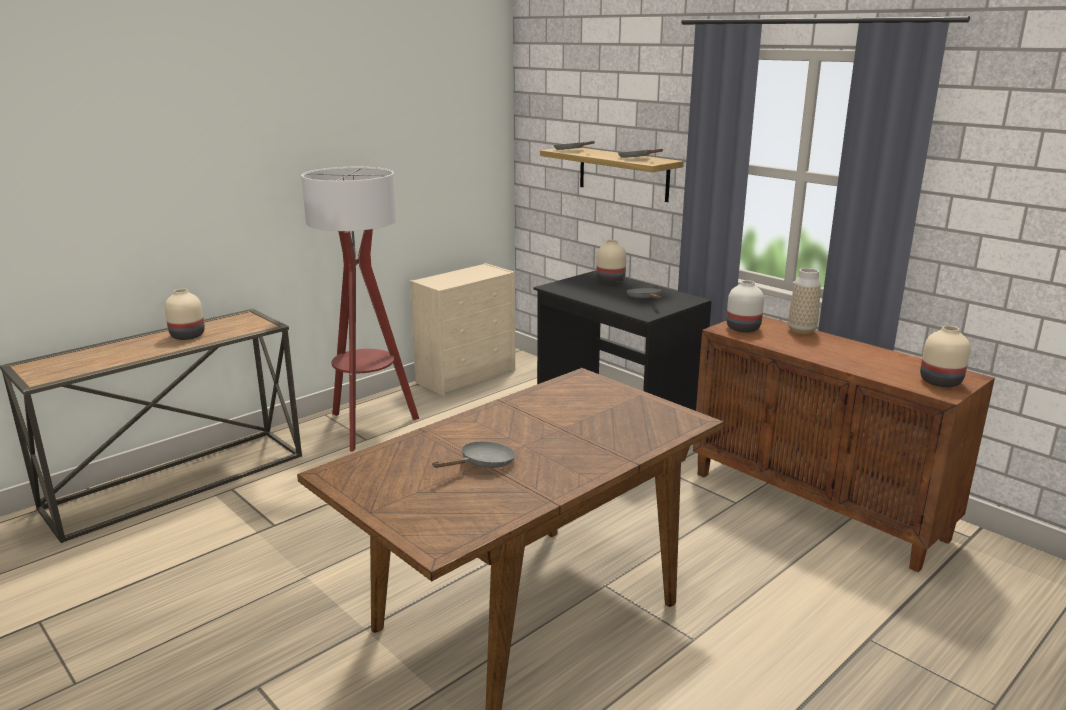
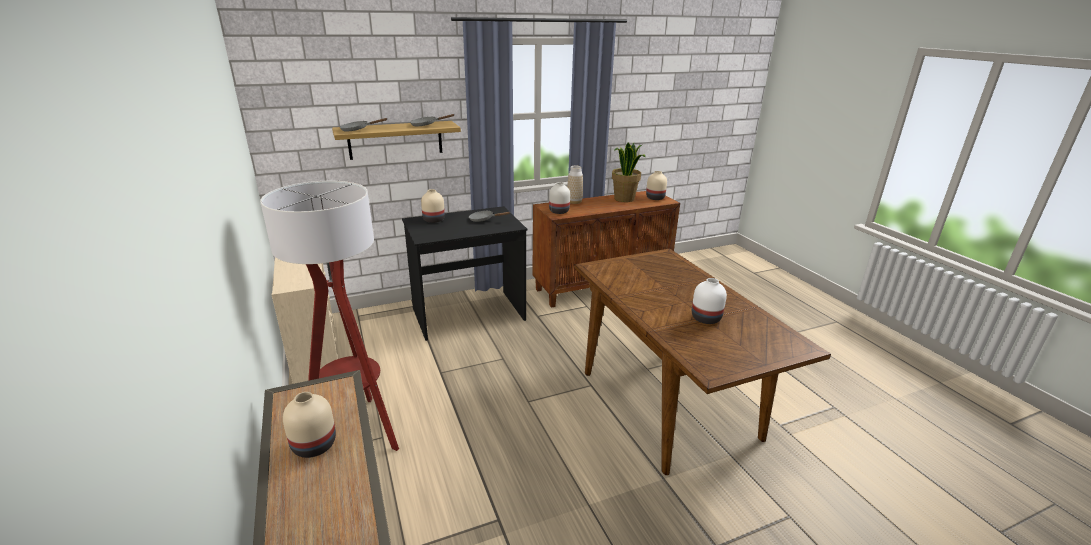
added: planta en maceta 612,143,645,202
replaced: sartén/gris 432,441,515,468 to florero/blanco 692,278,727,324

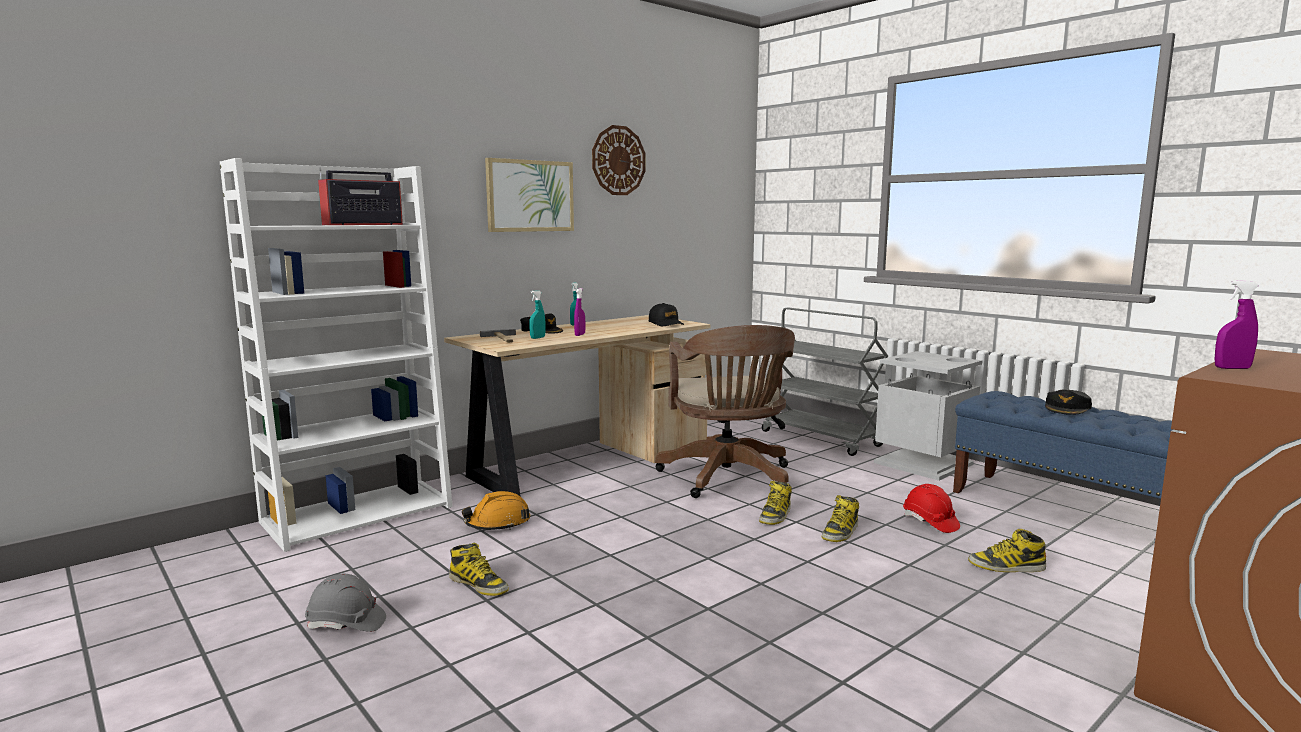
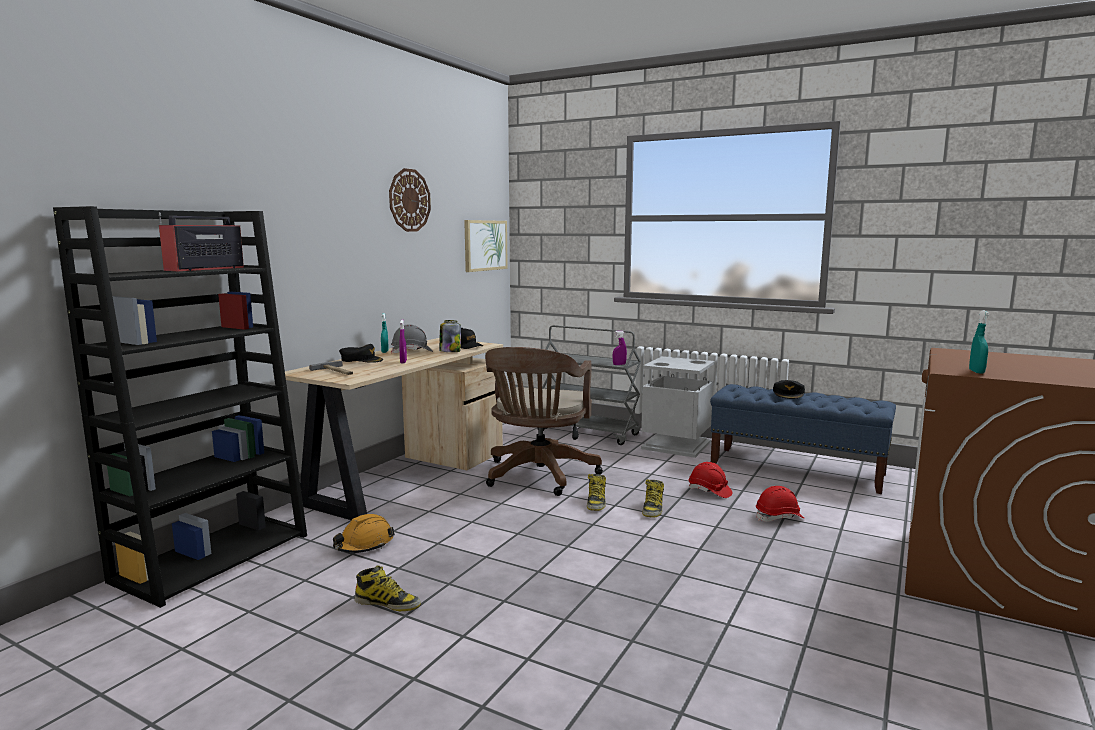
added: tarro 439,320,461,352
moved: casco/gris 305,574,386,632 to 391,324,433,353; cuadro 485,158,574,232 to 464,220,508,272; pulverizador/morado 1214,281,1259,369 to 613,331,627,365; pulverizador/turquesa 529,290,545,339 to 969,310,990,374
replaced: bota 968,529,1046,572 to casco/rojo 756,486,804,522
recoloured: estantería/blanco 220,158,453,552 to estantería/negro 53,206,307,608
turned: silla de oficina/marrón 655,325,795,498 = 485,347,603,496 45 degrees clockwise

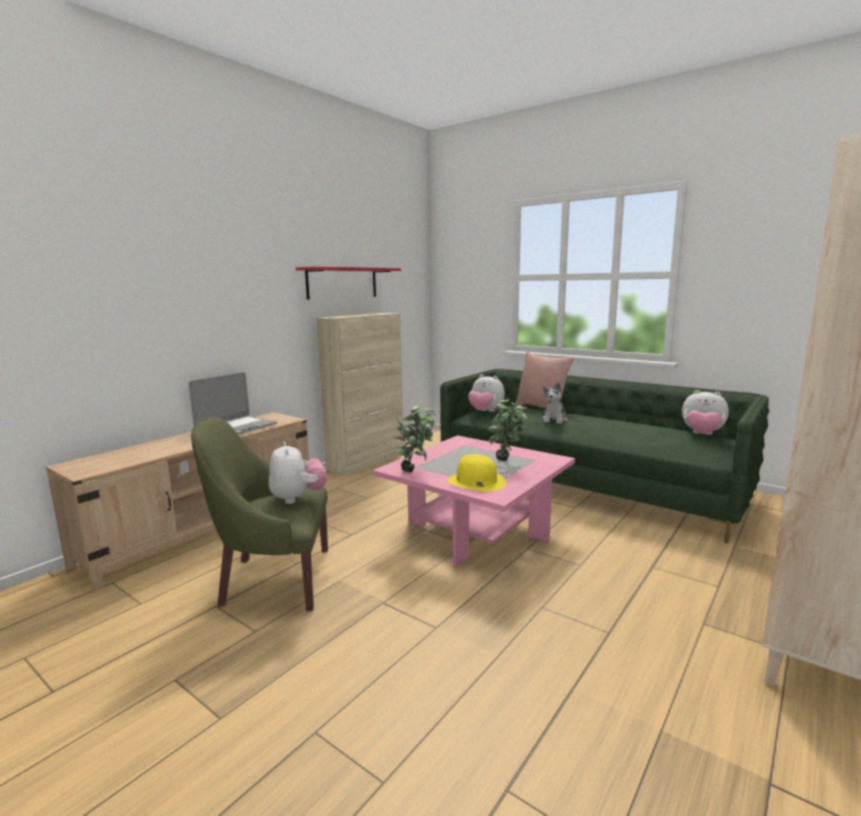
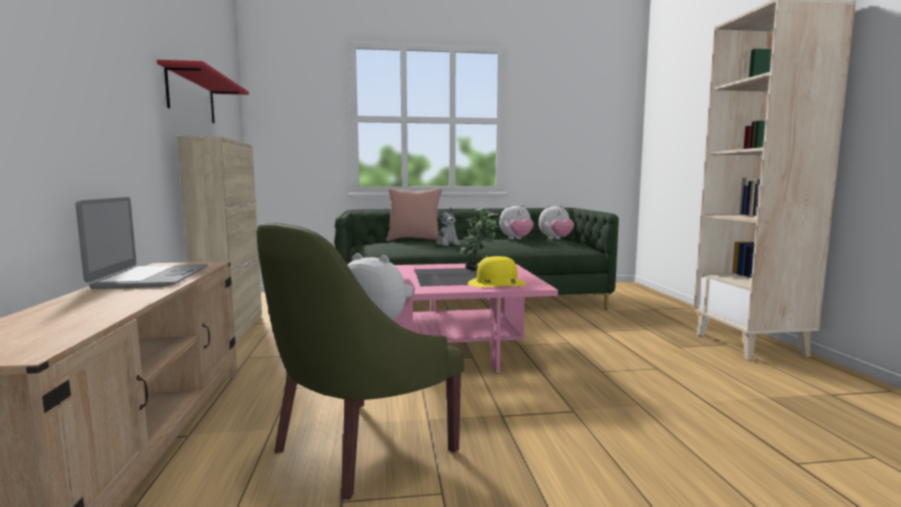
removed: planta en maceta 393,405,437,472
moved: peluche 468,375,505,412 to 499,204,534,239

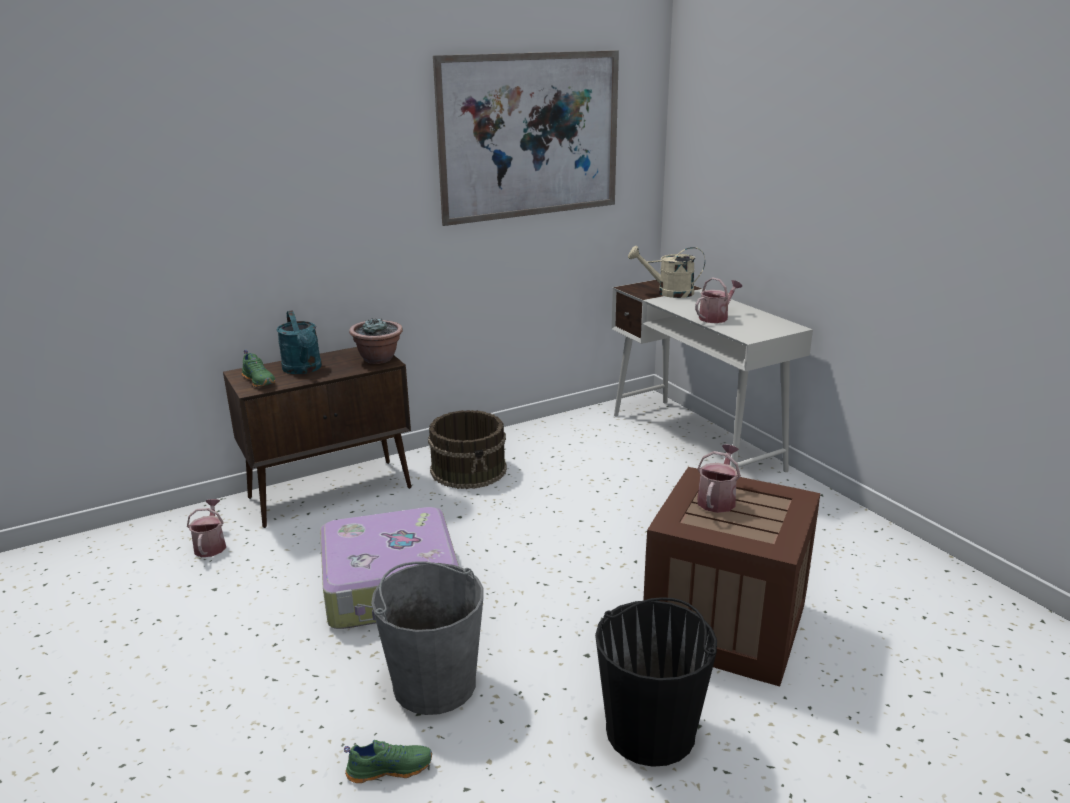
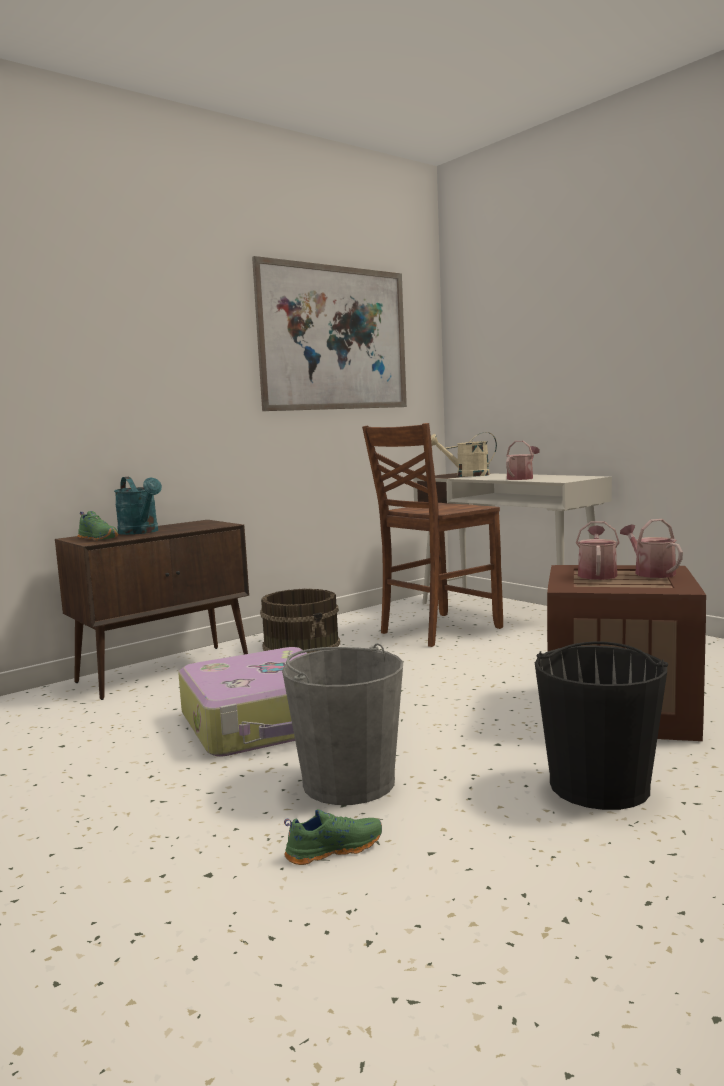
removed: planta en maceta 349,318,403,364
added: silla/marrón 362,423,503,647
moved: regadera 187,499,226,557 to 620,519,683,578

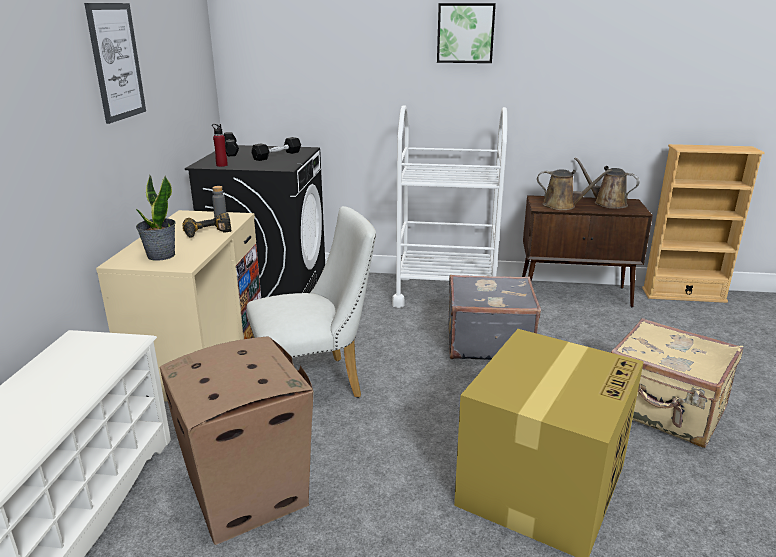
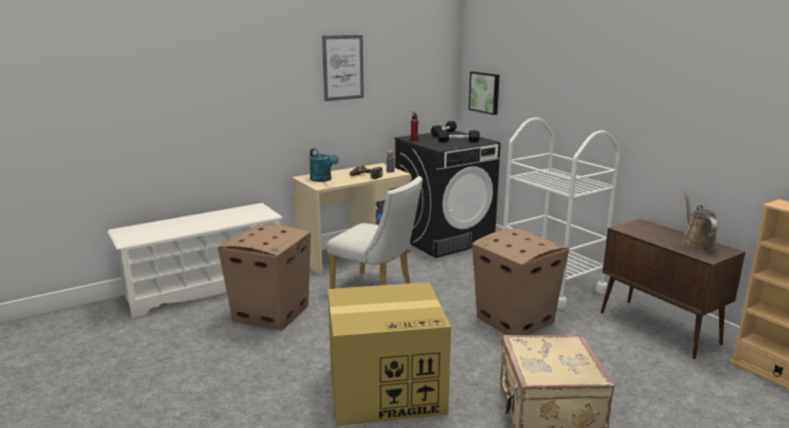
removed: regadera/marrón 537,170,612,210
moved: cuadro 437,3,496,63 to 469,71,500,115
replaced: planta en maceta 136,174,175,261 to regadera/turquesa 309,148,339,182; maleta/gris 448,275,541,360 to caja de cartón 472,228,569,335

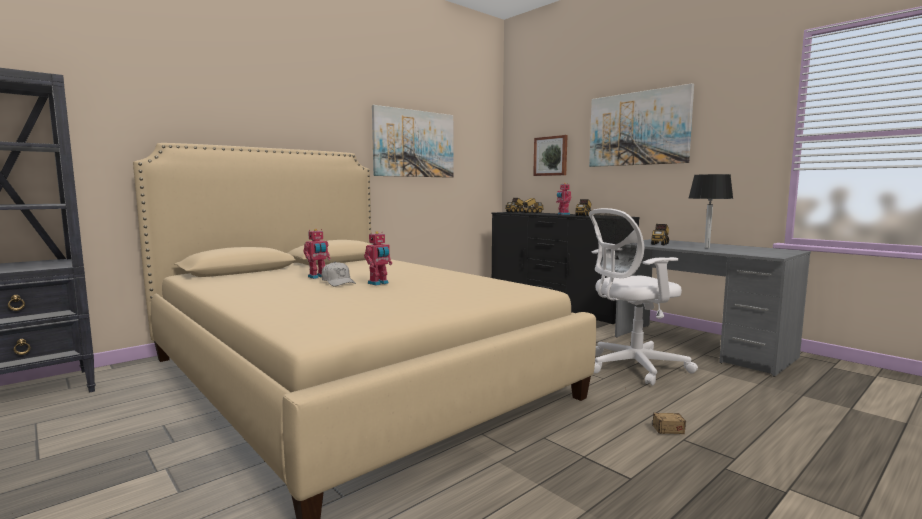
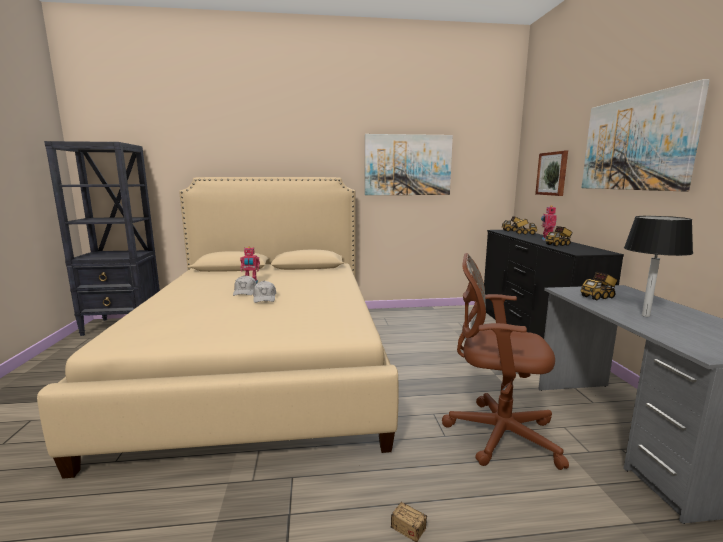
replaced: robot de juguete 364,231,392,285 to gorra/blanco 253,281,276,303
recoloured: silla de oficina/blanco 589,208,698,386 to silla de oficina/marrón 442,253,569,470

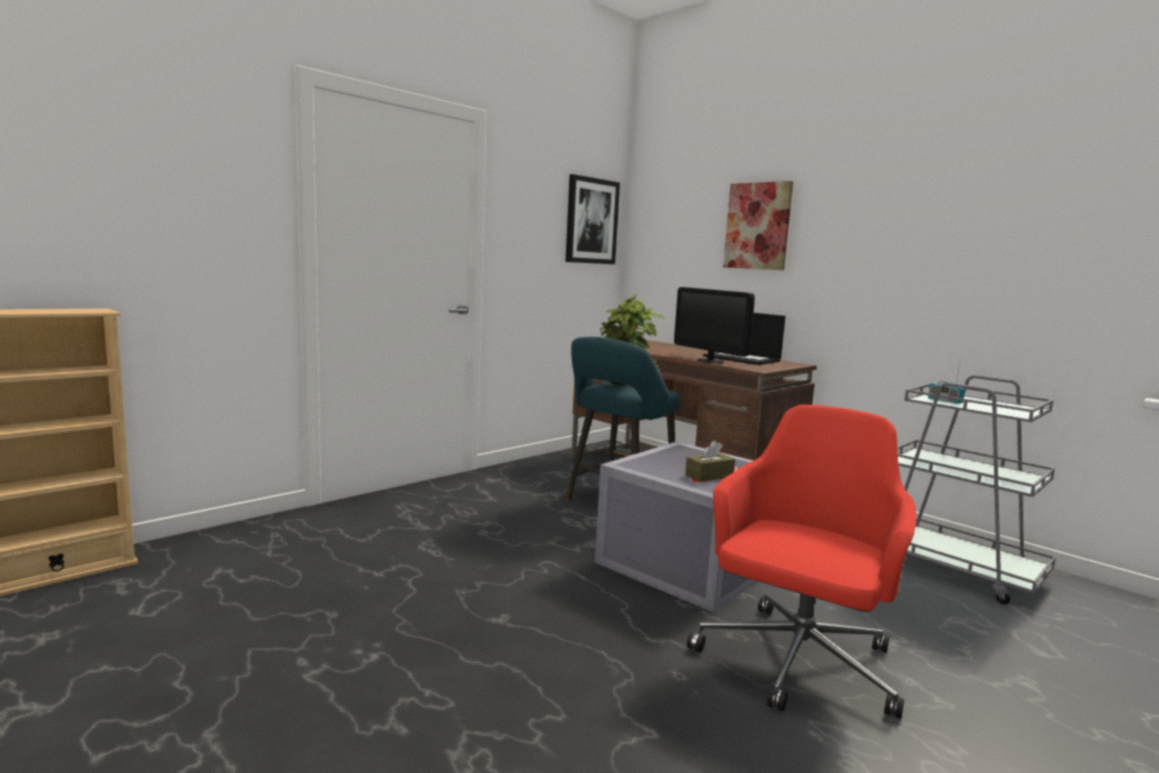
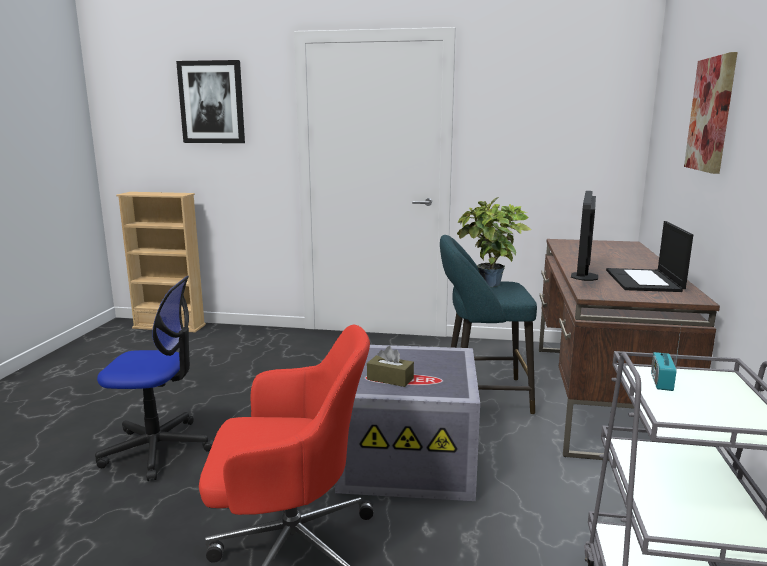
added: silla de oficina 95,276,213,481
moved: cuadro 566,174,620,264 to 176,60,245,143

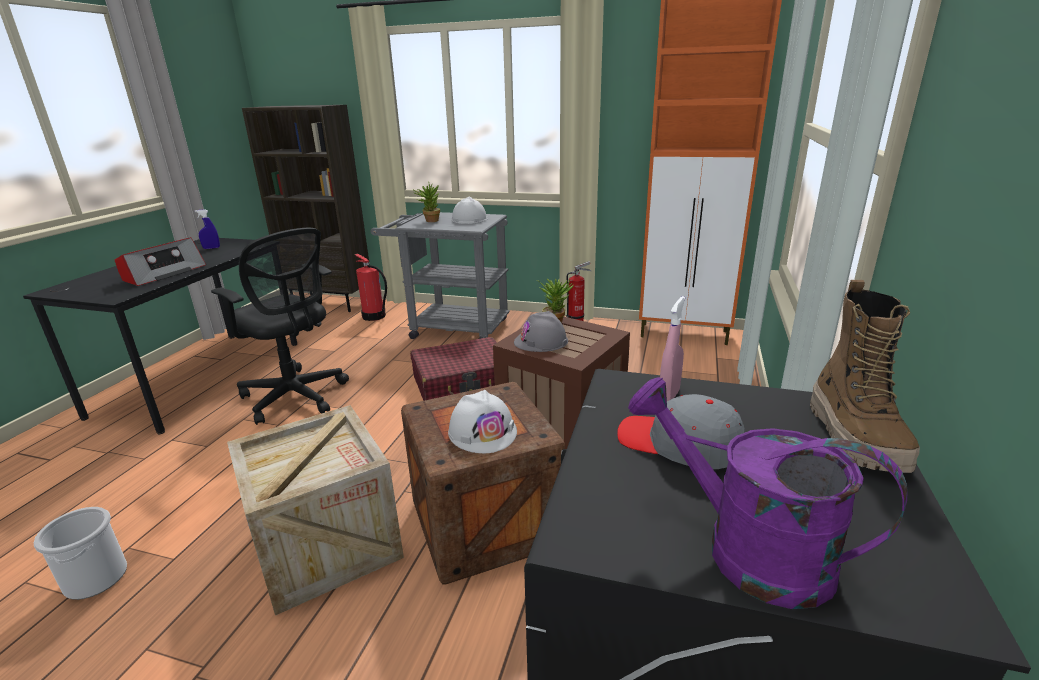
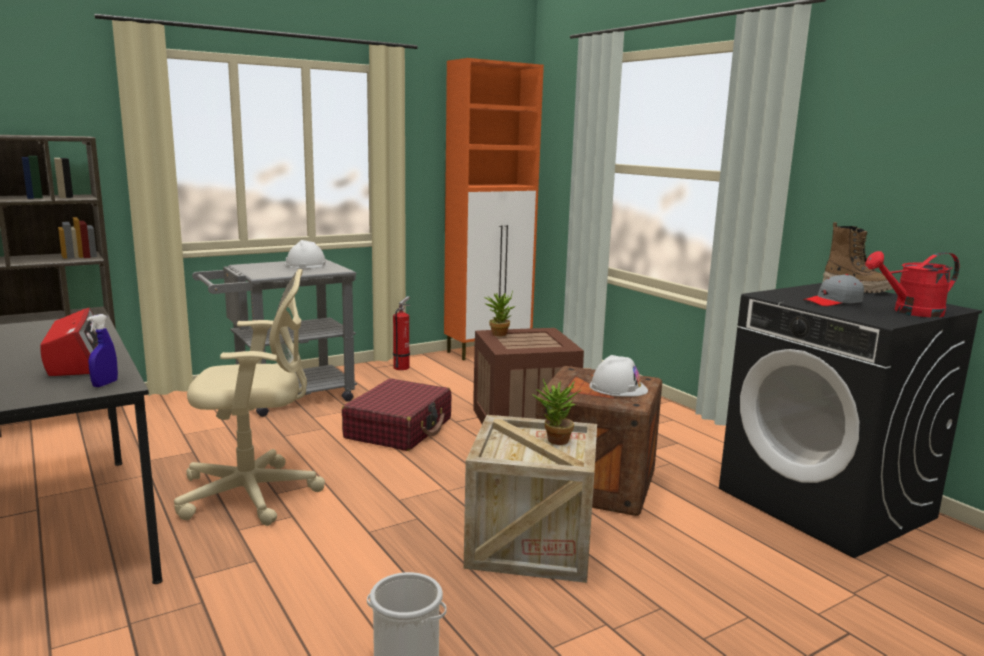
removed: extintor 355,253,387,321; casco/gris 514,311,568,352; pulverizador/rosa 660,296,685,401
moved: pulverizador/azul 195,209,220,249 to 87,314,118,387; planta en maceta 414,184,440,222 to 532,379,581,445
recoloured: silla de oficina/negro 211,228,349,425 to silla de oficina/beis 174,269,325,526; regadera/morado 628,377,908,609 to regadera/rojo 865,251,959,317

